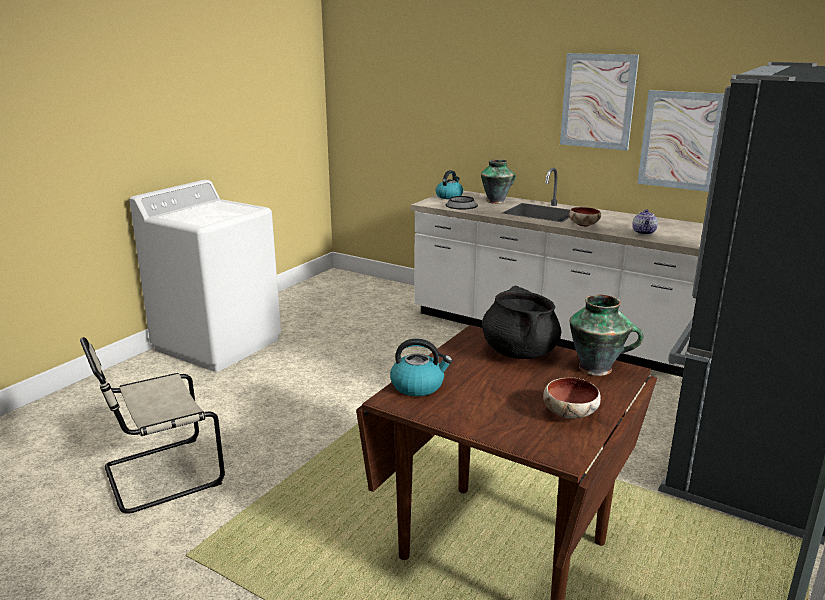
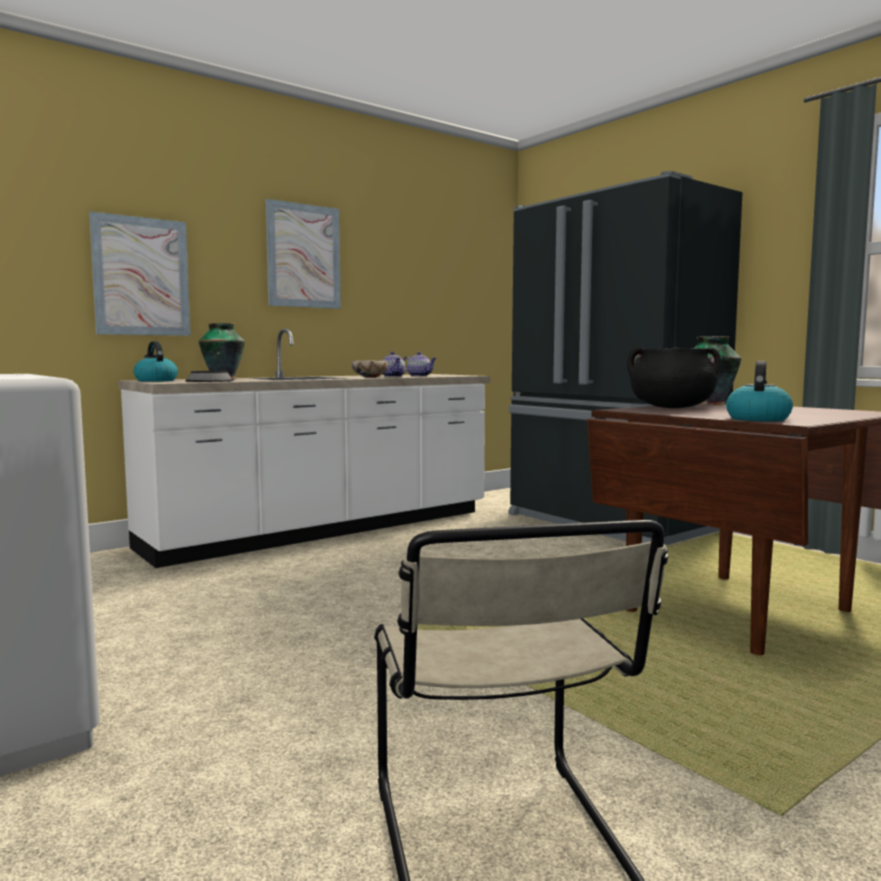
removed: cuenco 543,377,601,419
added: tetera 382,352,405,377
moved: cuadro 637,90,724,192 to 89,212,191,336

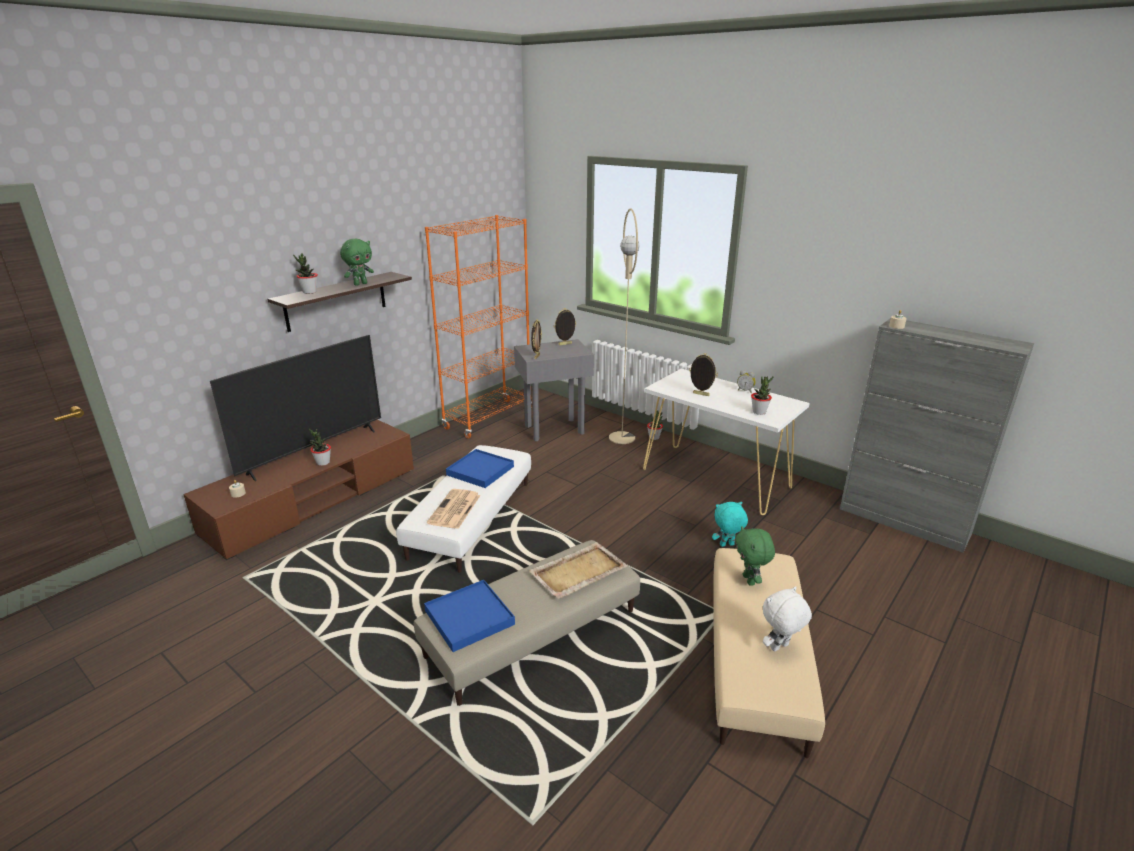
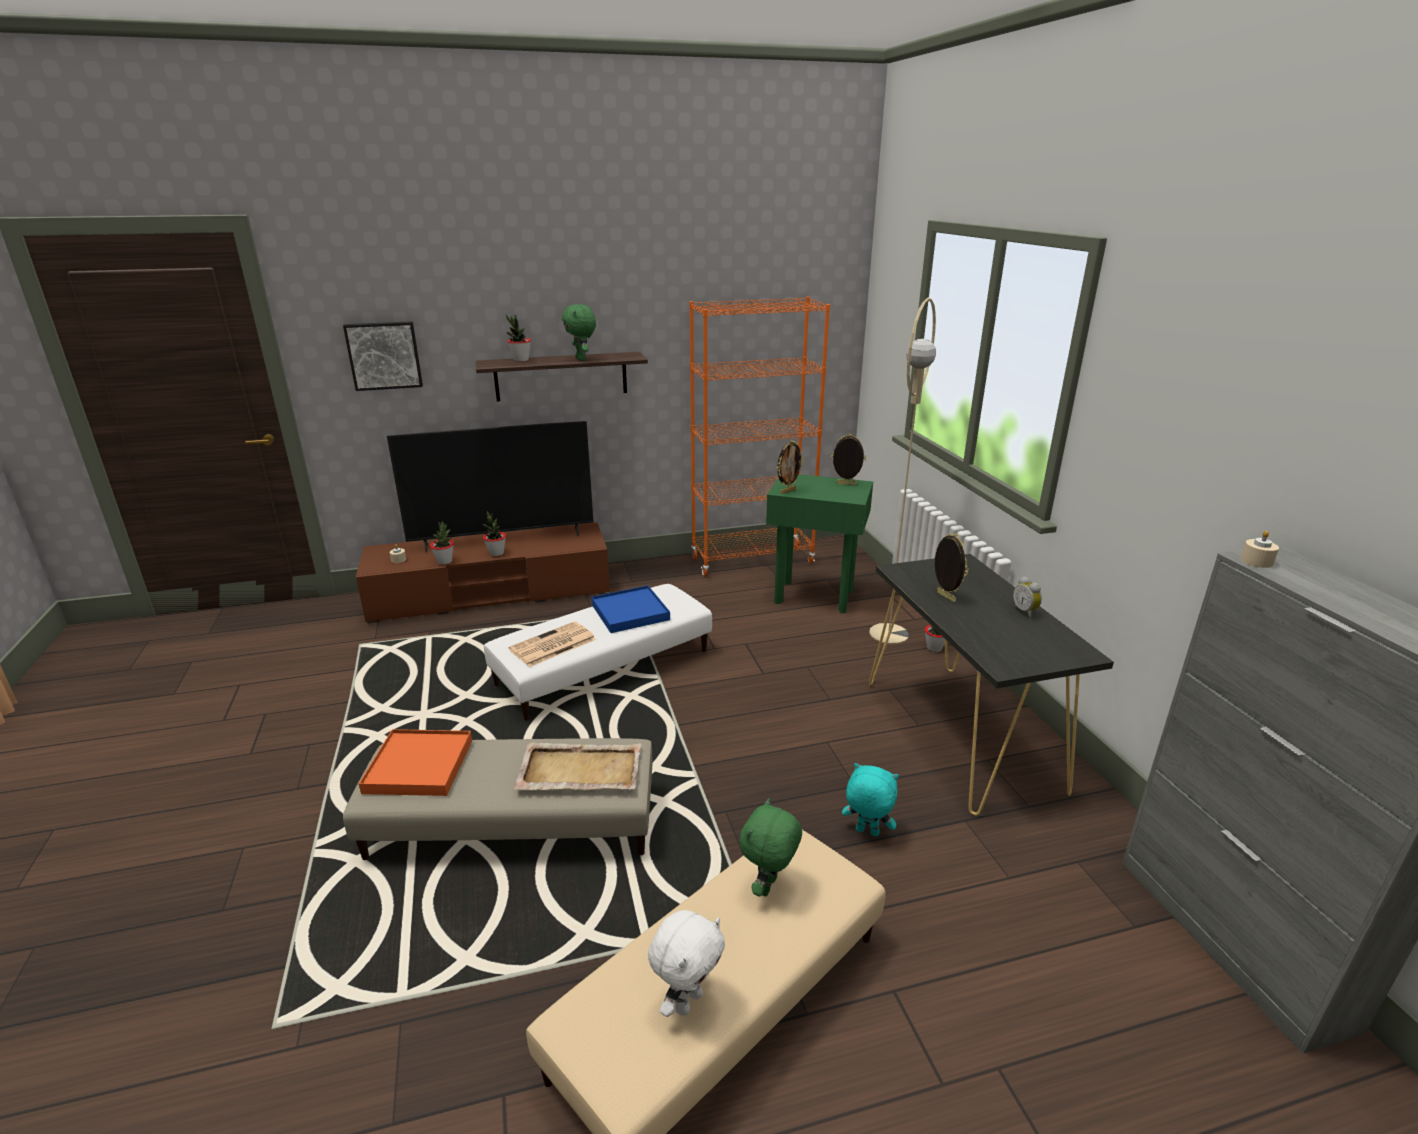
added: cuadro 343,321,423,391
moved: planta en maceta 751,376,774,415 to 430,522,454,565
recoloured: bandeja/azul 424,580,515,652 to bandeja/naranja 359,729,472,796; mesa auxiliar/gris 514,339,594,441 to mesa auxiliar/verde 766,474,873,613; mesa consola/blanco 643,369,810,515 to mesa consola/negro 869,554,1114,816
turned: peluche/verde 340,239,374,286 = 562,304,596,361 75 degrees clockwise; peluche/blanco 763,586,812,652 = 648,910,725,1017 120 degrees clockwise

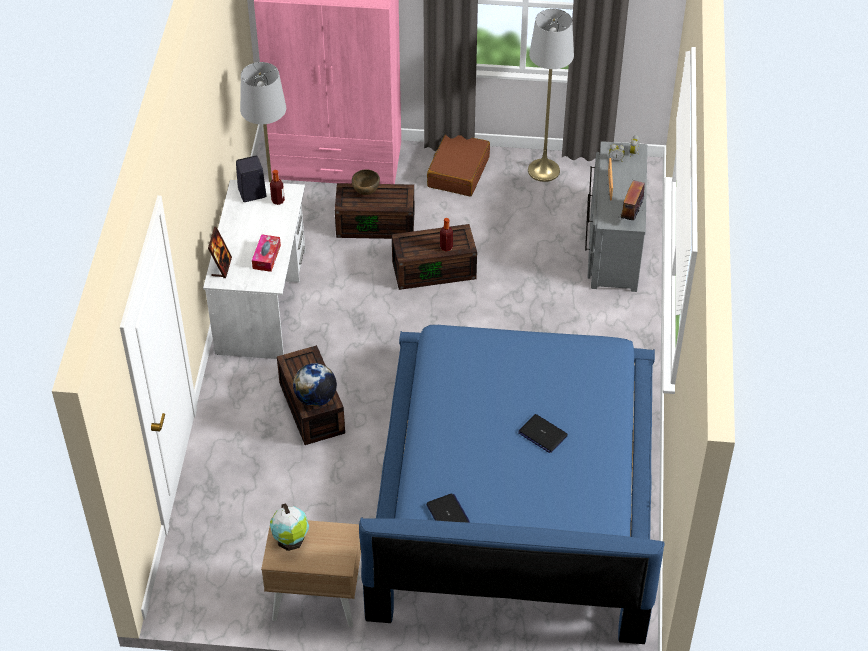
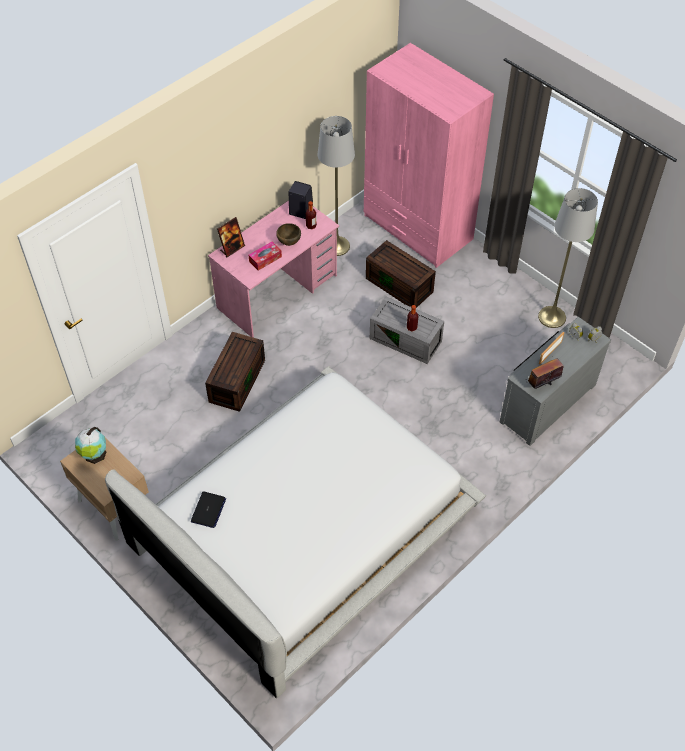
removed: globo terráqueo 293,363,337,407; maleta/marrón 427,135,490,197; portátil 518,414,568,453
moved: cuenco/marrón 352,169,380,195 to 276,223,301,246
recoloured: cama/azul 359,325,665,644 to cama/blanco 105,366,486,698; escritorio/blanco 203,180,305,359 to escritorio/rosa 208,200,339,338; caja de almacenaje/marrón 392,224,477,290 to caja de almacenaje/gris 370,297,444,364

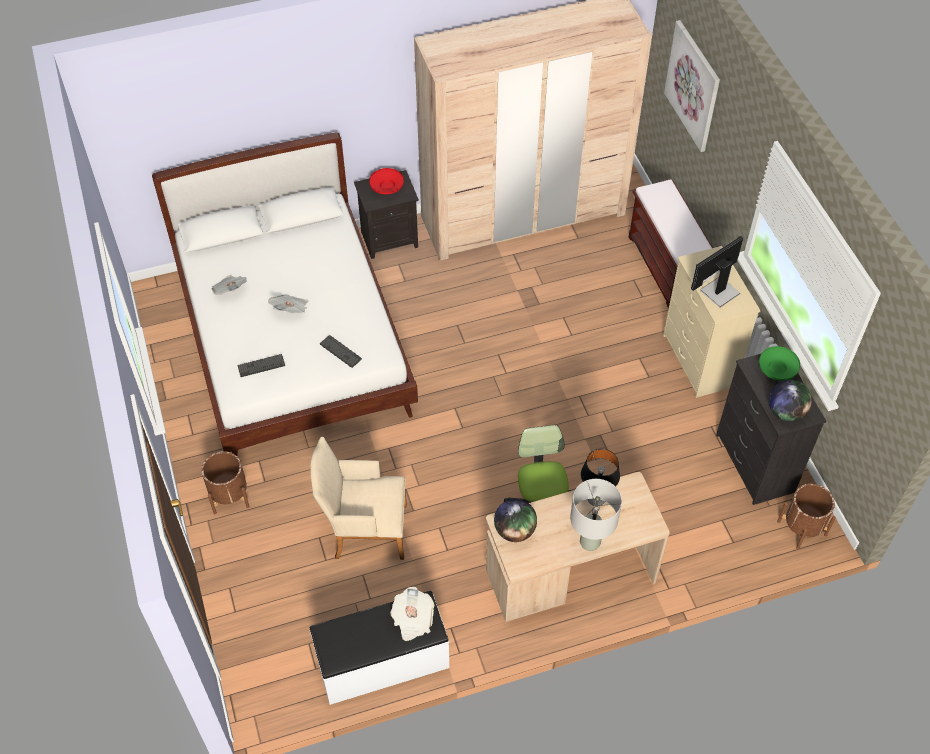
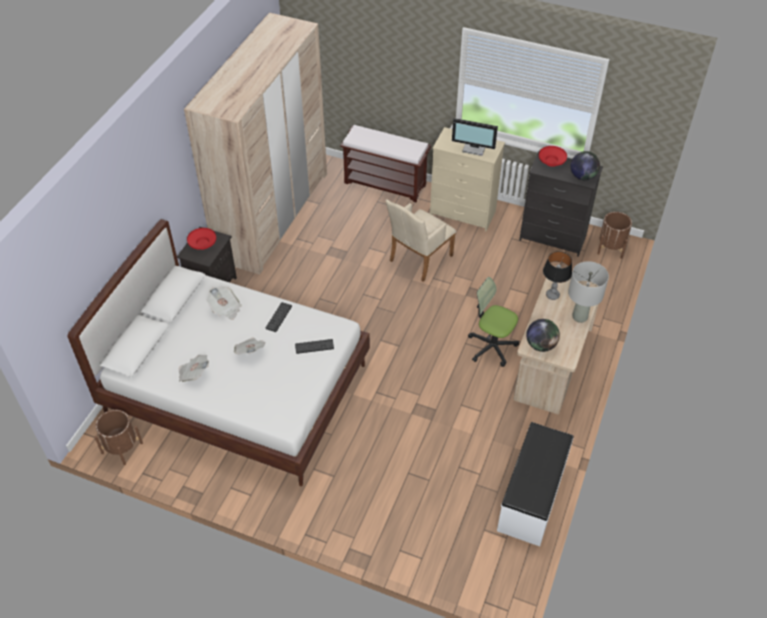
removed: cuadro 664,20,720,152
moved: maceta/marrón 201,451,250,514 to 95,410,143,465; periódico 390,587,434,641 to 207,286,242,320; teclado 238,354,285,377 to 266,302,292,332; sillón/beis 310,437,407,560 to 386,199,456,282
recoloured: cuenco/verde 759,346,800,381 to cuenco/rojo 539,146,567,167
turned: monitor 691,236,743,307 = 452,118,498,156 75 degrees counterclockwise

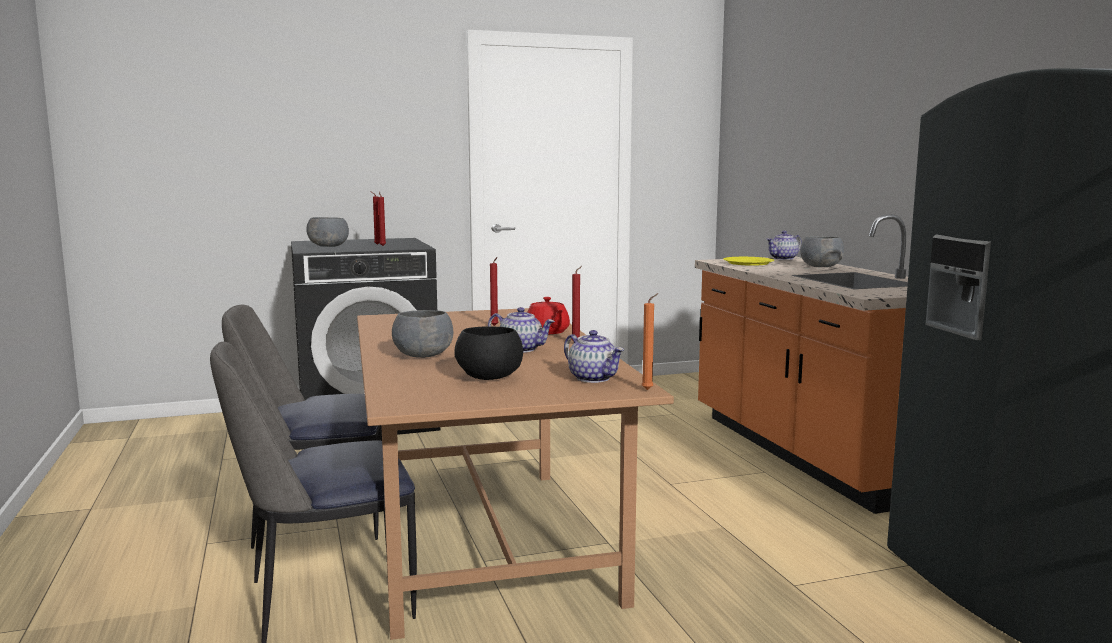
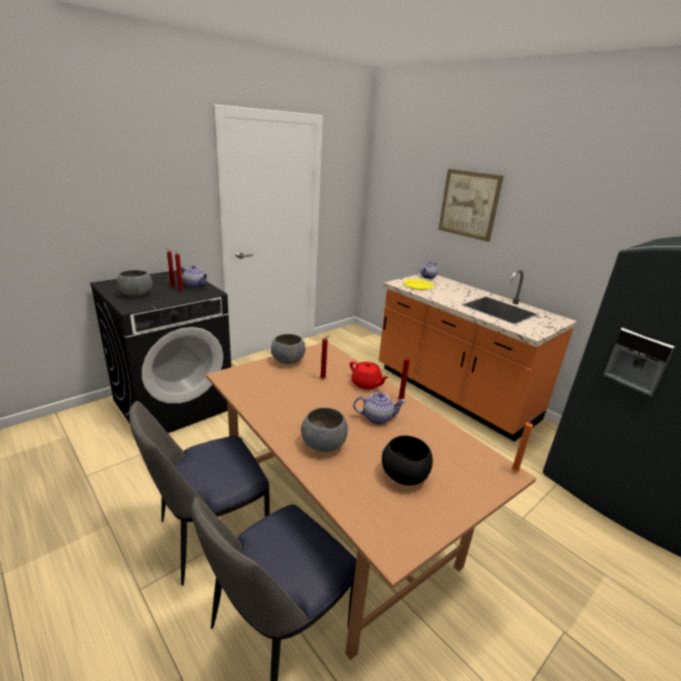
added: cuadro 438,169,504,242
moved: tetera 564,330,624,383 to 181,265,208,288; cuenco/gris 800,236,844,267 to 271,334,305,364

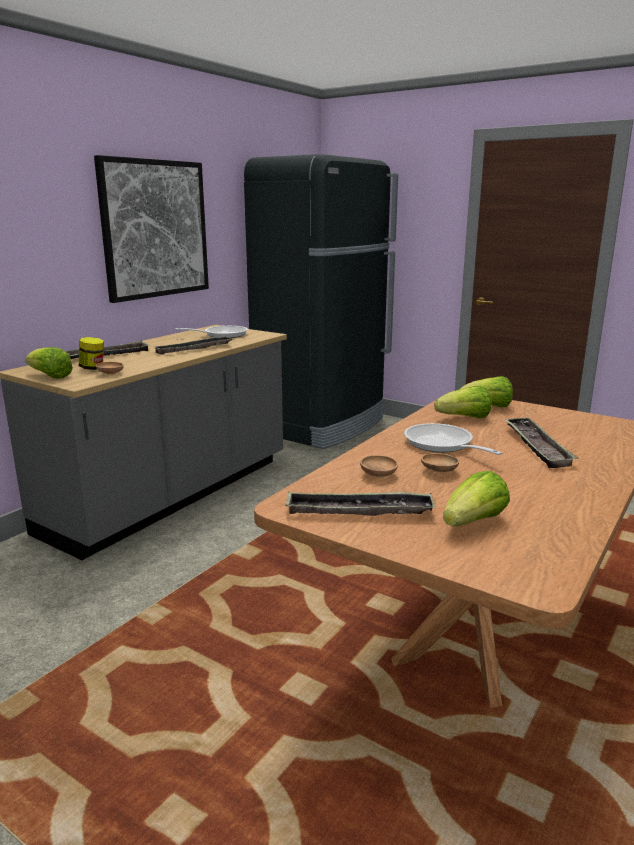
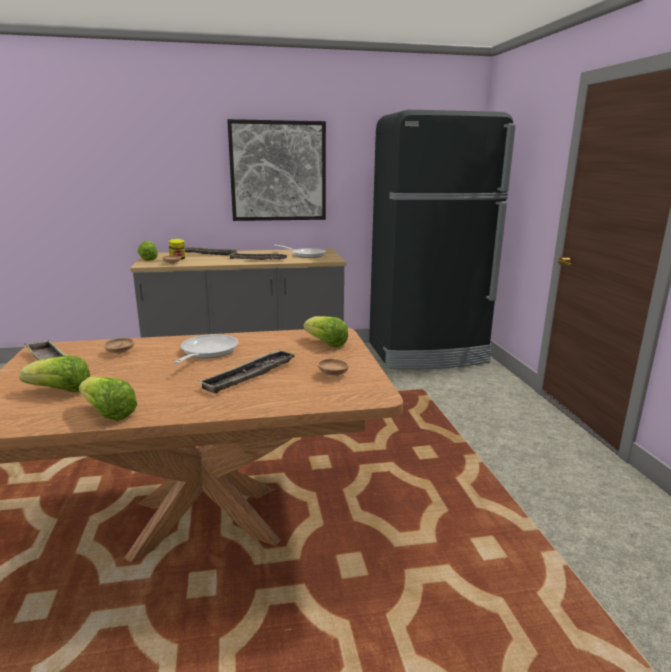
moved: lechuga 434,386,492,418 to 79,376,137,421; cuenco/marrón 421,453,459,474 to 318,359,349,377

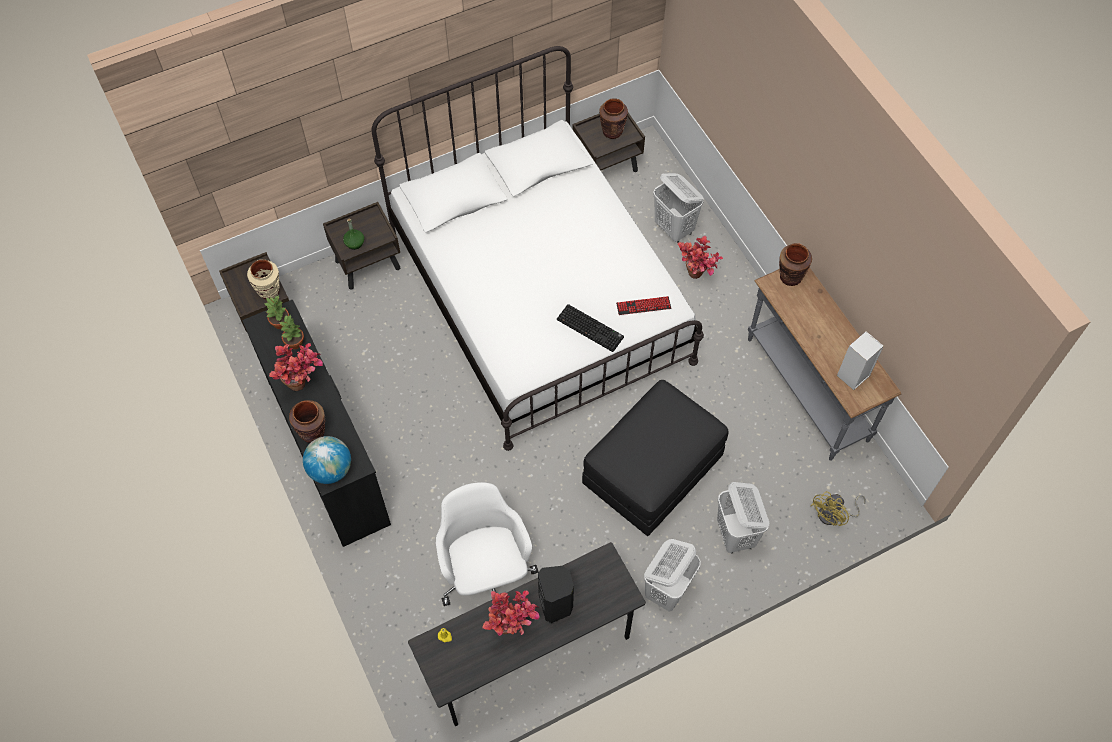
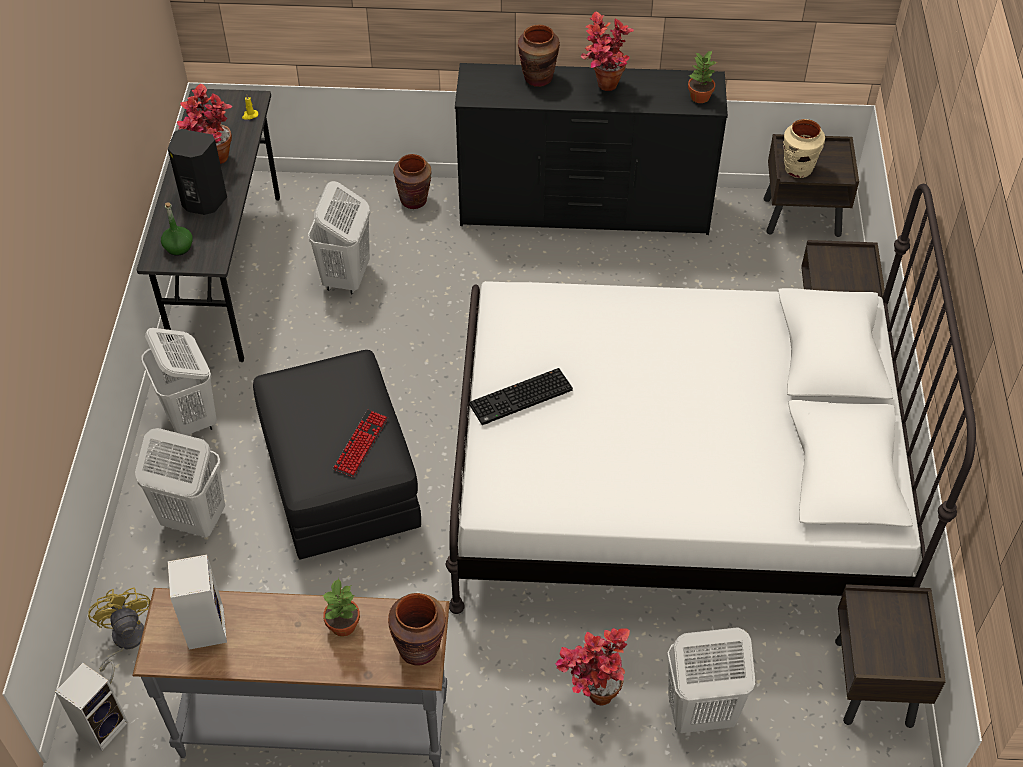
removed: globo terráqueo 303,436,351,484
added: altavoz 55,663,128,751
moved: botella/verde 343,218,364,250 to 161,202,193,256; planta en maceta 279,315,304,349 to 322,578,360,637; teclado 616,296,671,315 to 333,410,388,477; florero/marrón 599,98,628,139 to 393,154,432,209
replaced: silla de oficina/blanco 436,482,538,606 to cesto de la ropa/blanco 308,181,370,294

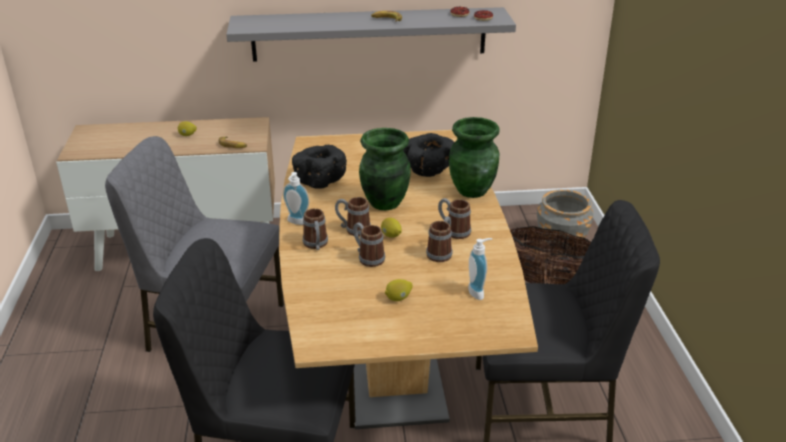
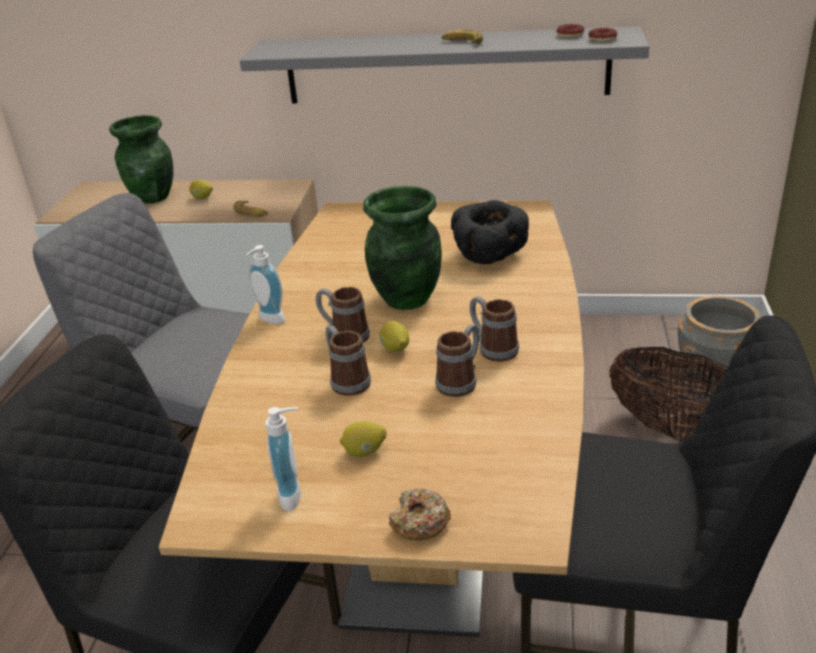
removed: cuenco/negro 292,145,347,189; taza grande 303,208,328,250
added: rosquilla 389,488,451,540
moved: florero/verde 449,117,500,198 to 109,115,173,204; dispensador de jabón 468,238,492,300 to 265,407,301,511

